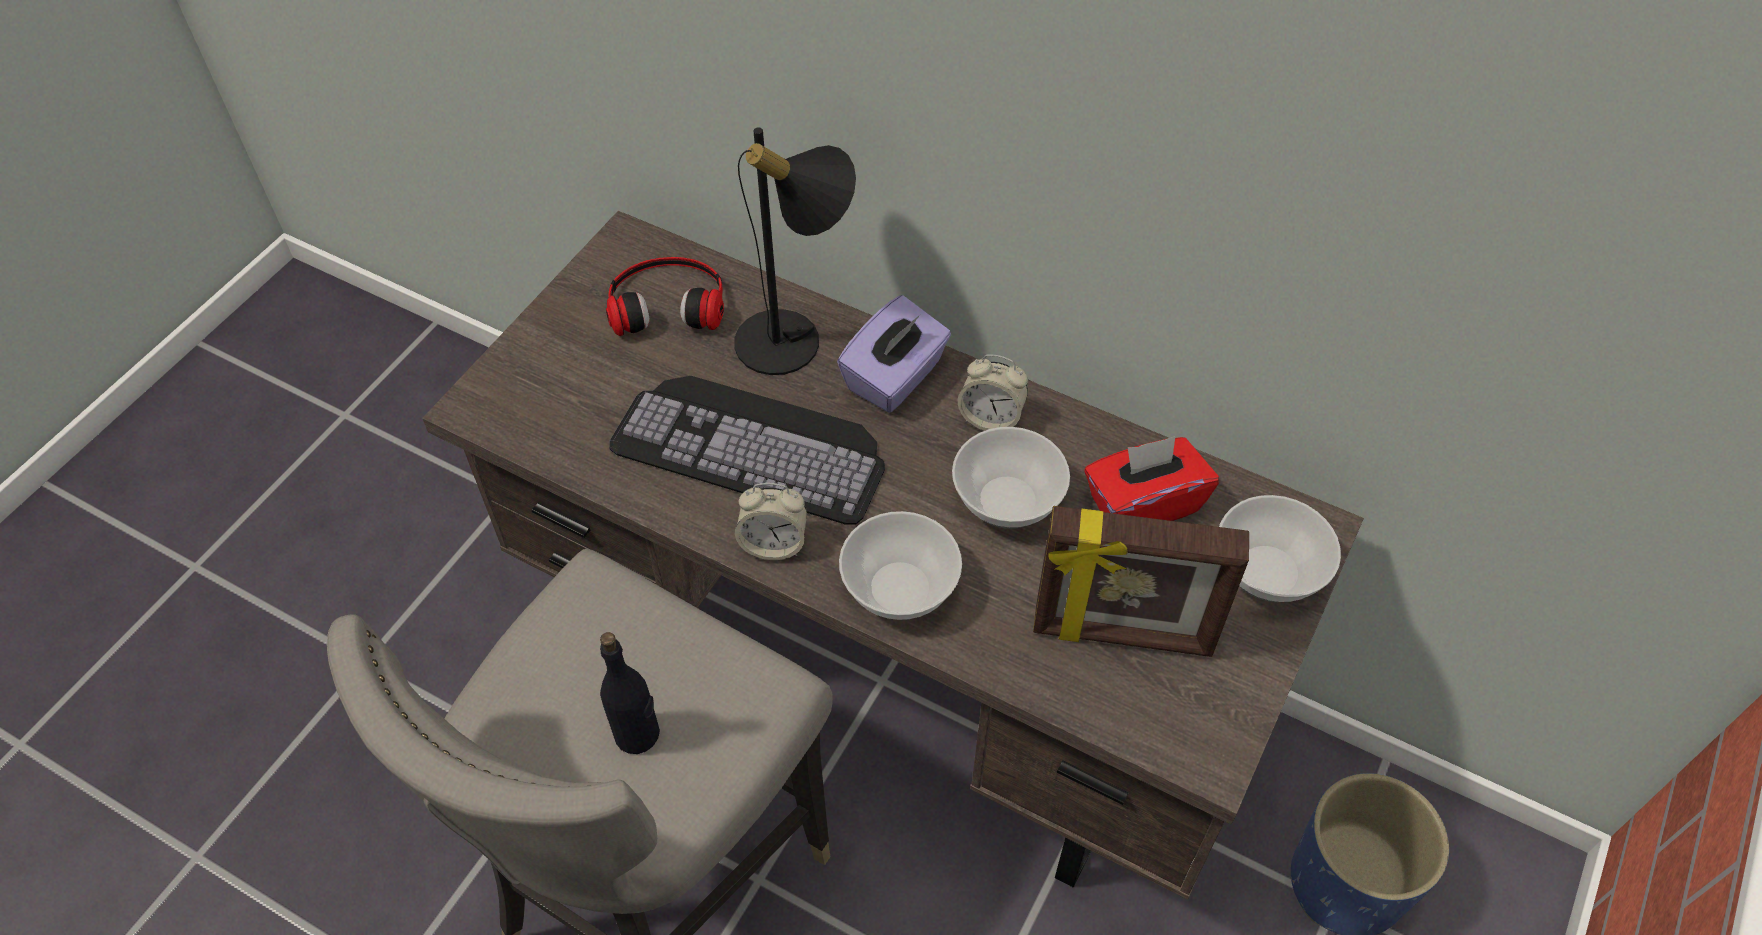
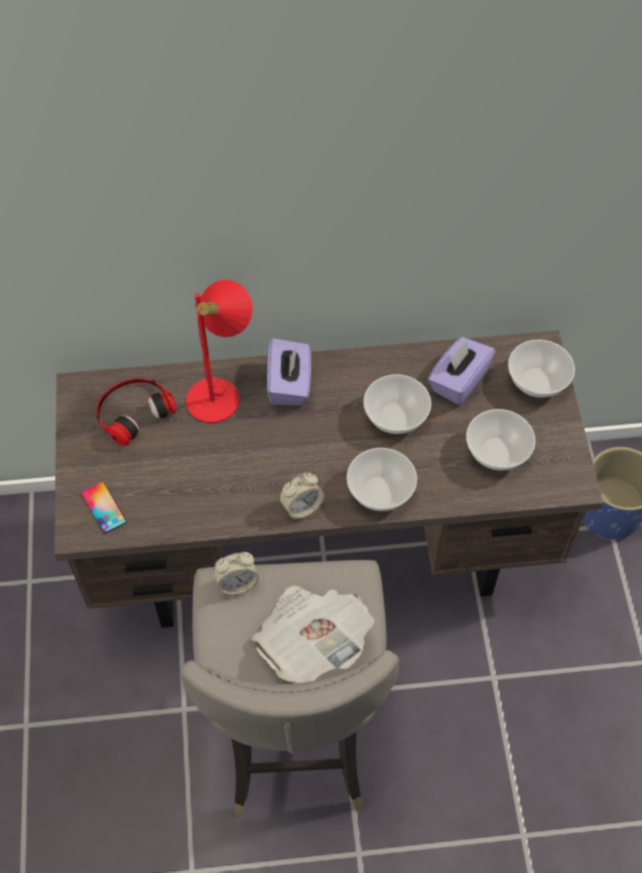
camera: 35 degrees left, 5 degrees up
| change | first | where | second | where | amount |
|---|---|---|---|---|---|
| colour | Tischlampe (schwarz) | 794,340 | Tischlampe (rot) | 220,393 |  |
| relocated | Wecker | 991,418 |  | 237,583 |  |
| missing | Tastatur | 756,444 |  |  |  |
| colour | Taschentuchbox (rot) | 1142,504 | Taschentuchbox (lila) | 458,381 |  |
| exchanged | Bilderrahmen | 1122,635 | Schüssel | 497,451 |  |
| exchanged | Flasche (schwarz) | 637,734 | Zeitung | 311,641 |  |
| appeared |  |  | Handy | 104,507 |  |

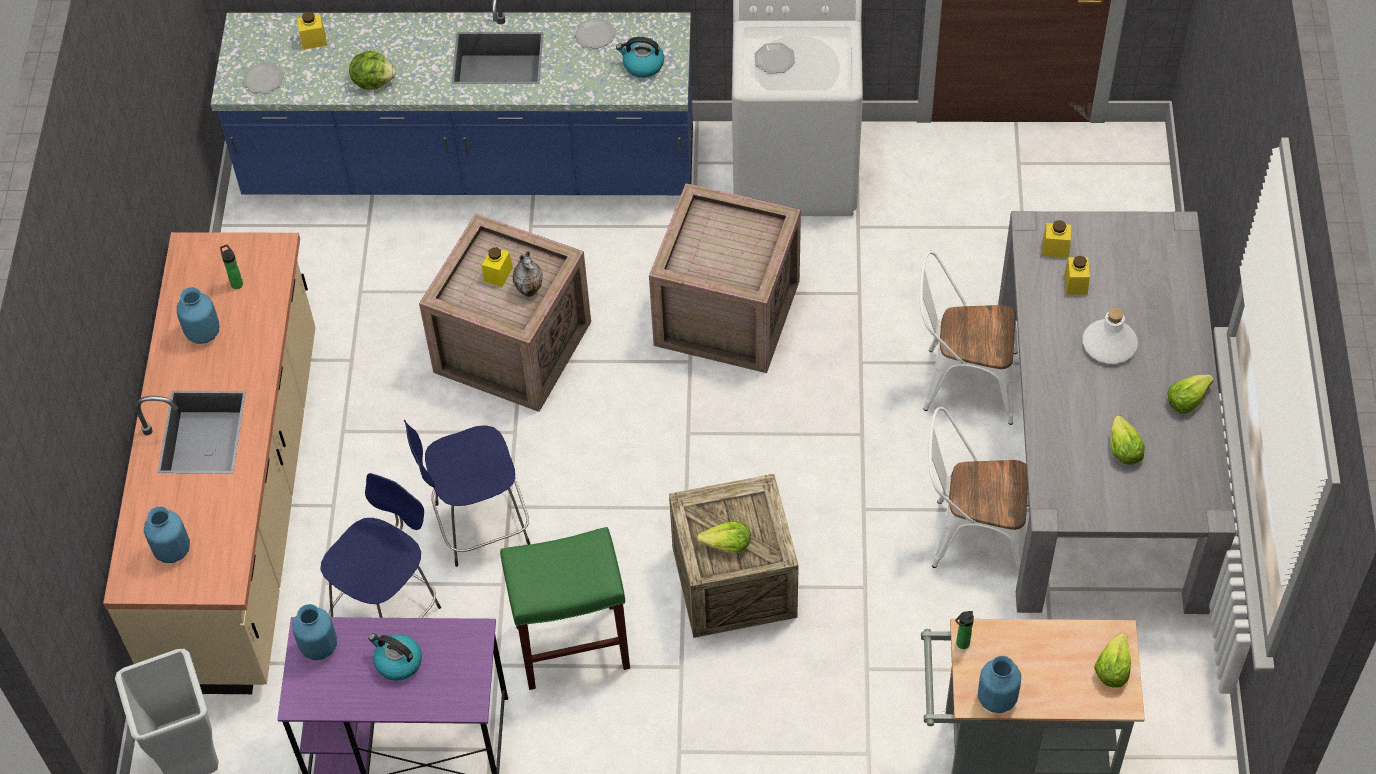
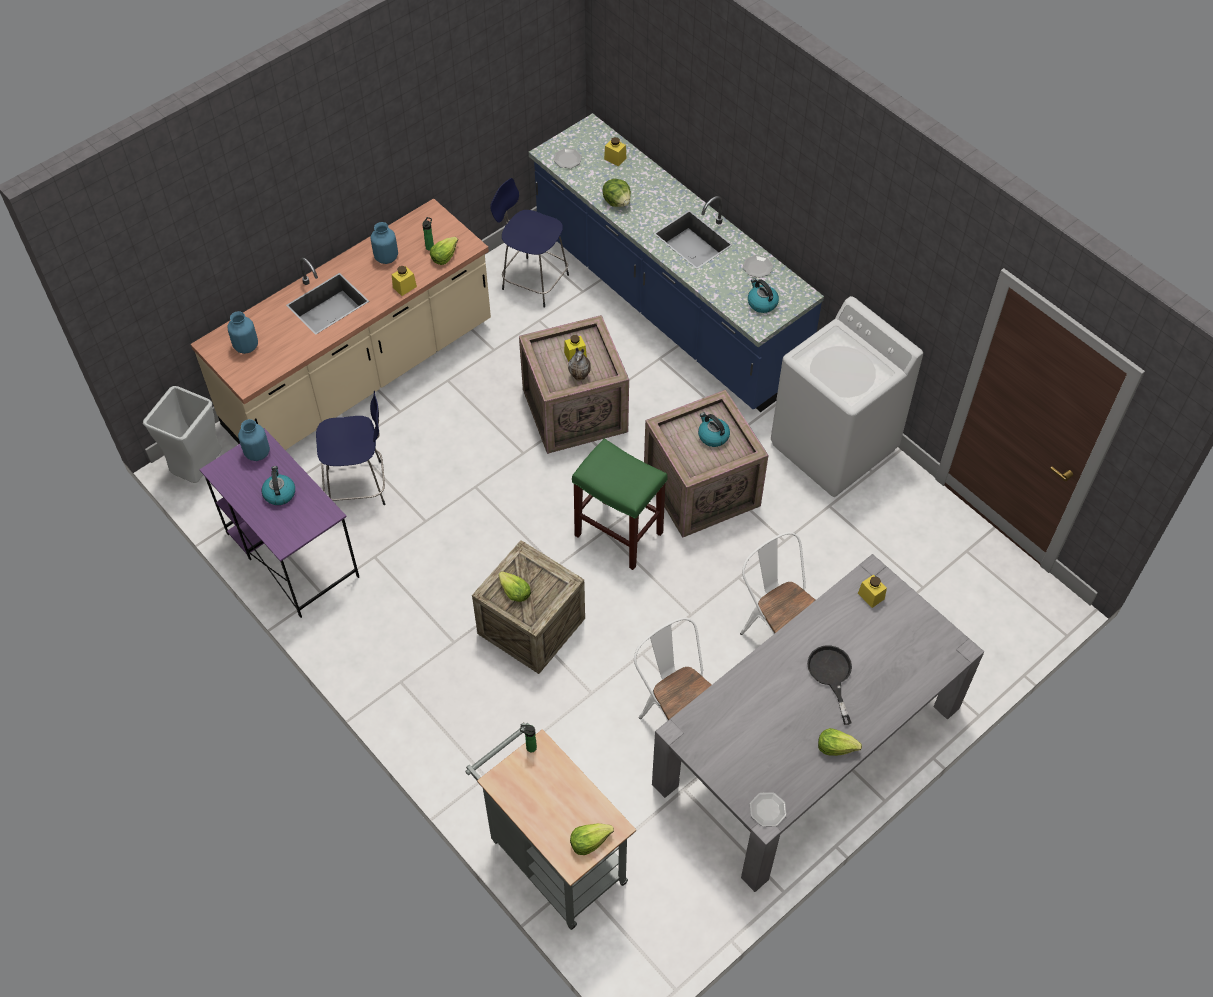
camera: 45 degrees right, 0 degrees up
| change | first | where | second | where | amount |
|---|---|---|---|---|---|
| relocated | Teller | 774,59 |  | 767,809 |  |
| relocated | Vorratsglas (gelb) | 1076,283 |  | 404,287 |  |
| exchanged | Flasche (weiß) | 1109,344 | Pfanne (schwarz) | 831,675 |  |
| relocated | Salatkopf | 1123,449 |  | 444,256 |  |
| relocated | Hocker (blau) | 478,525 |  | 533,281 |  |
| relocated | Hocker (grün) | 573,644 |  | 620,534 |  |
| missing | Vase (blau) | 996,698 |  |  |  |
| appeared |  |  | Wasserkessel | 712,436 |  |

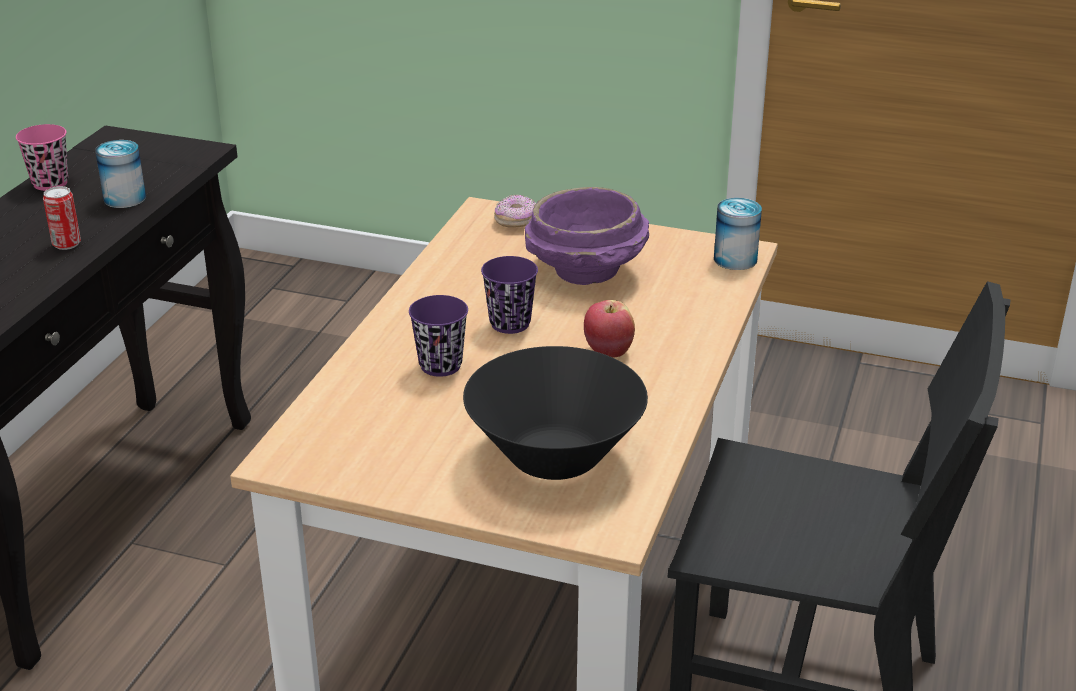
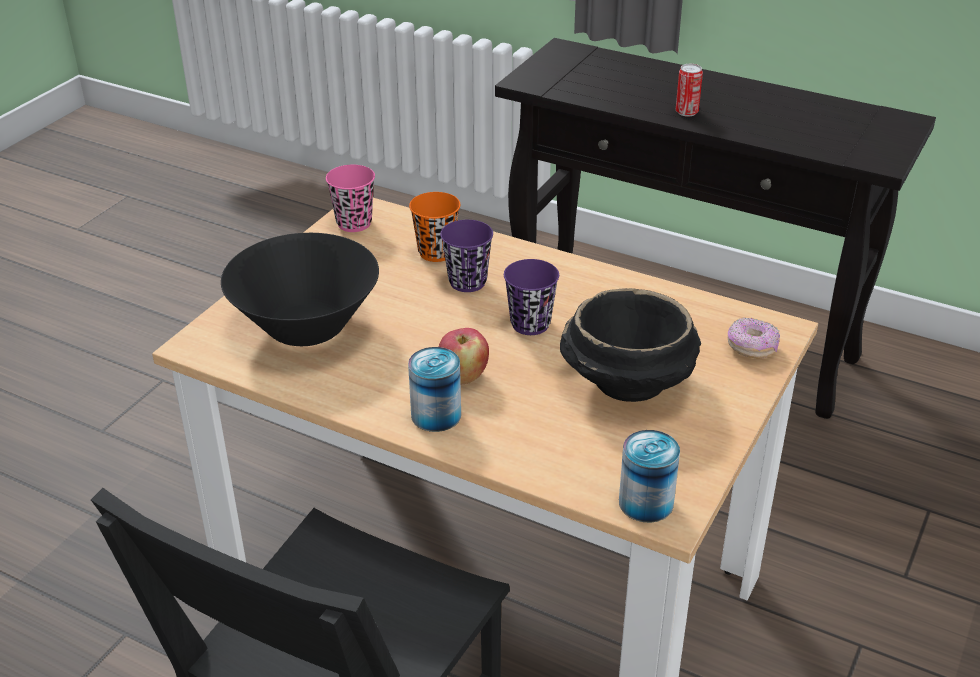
camera: 100 degrees right, 5 degrees up
| change | first | where | second | where | amount |
|---|---|---|---|---|---|
| relocated | Tasse (rosa) | 50,183 |  | 354,223 |  |
| relocated | Dose | 125,198 |  | 436,415 |  |
| colour | Schüssel (lila) | 586,272 | Schüssel (schwarz) | 627,383 |  |
| appeared |  |  | Tasse (orange) | 436,252 |  |

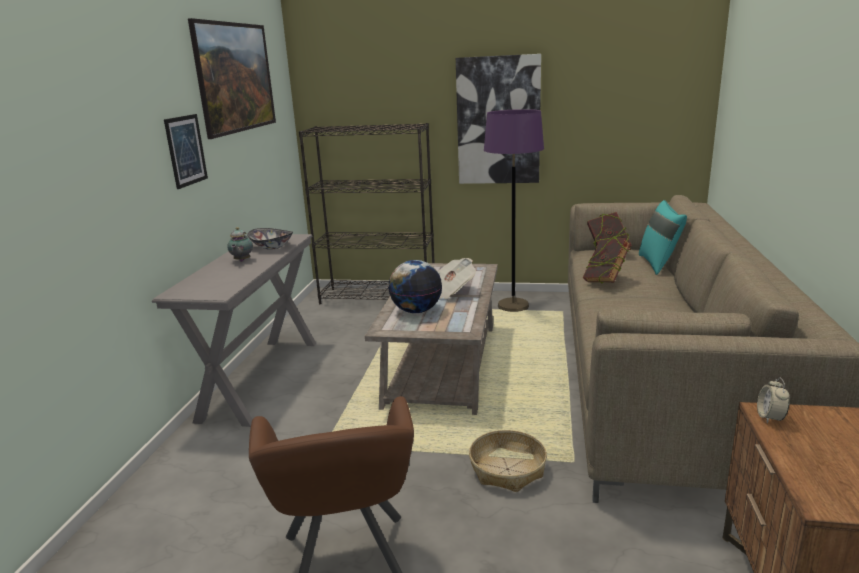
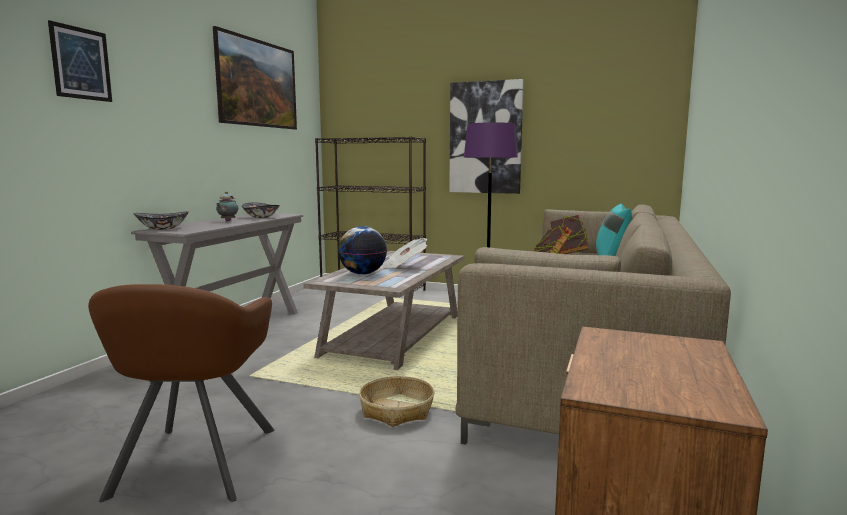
camera: 10 degrees right, 10 degrees down
| change | first | where | second | where | amount |
|---|---|---|---|---|---|
| relocated | Bild | 186,150 |  | 81,63 |  |
| missing | Wecker | 770,417 |  |  |  |
| appeared |  |  | Schüssel | 163,228 |  |

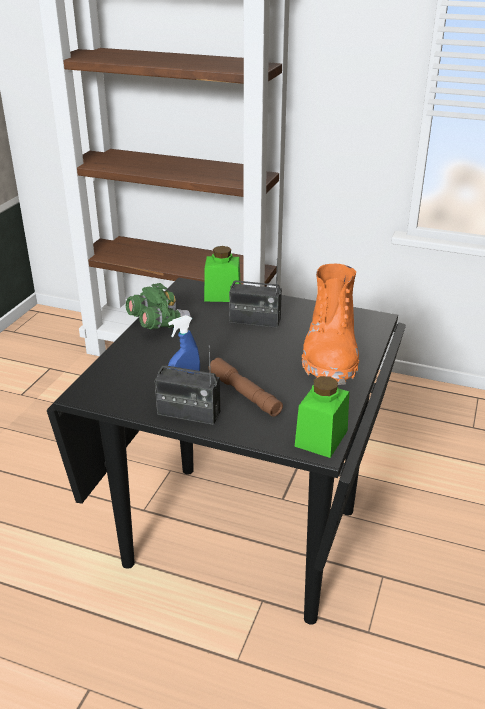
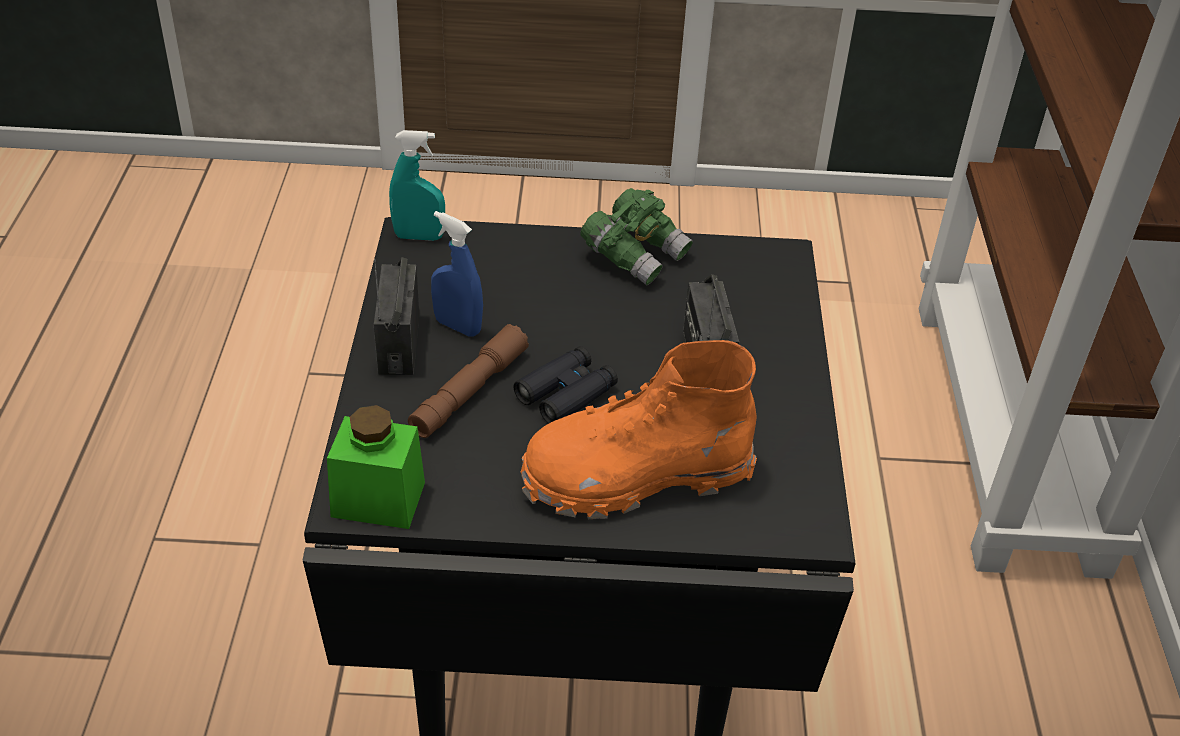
camera: 70 degrees right, 10 degrees up
| change | first | where | second | where | amount |
|---|---|---|---|---|---|
| missing | Vorratsglas (grün) | 222,295 |  |  |  |
| appeared |  |  | Sprühflasche (türkis) | 419,236 |  |
| appeared |  |  | Fernglas (schwarz) | 566,393 |  |

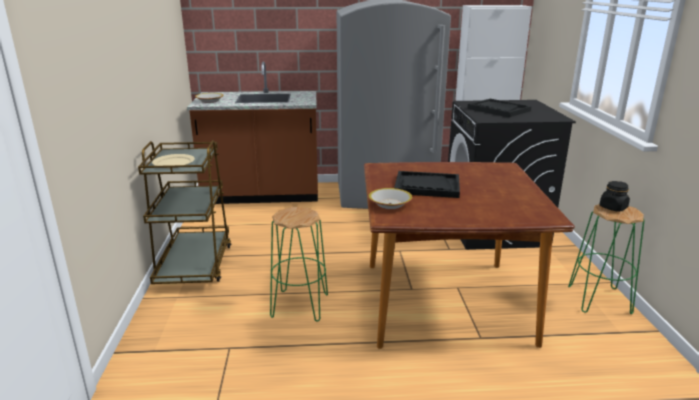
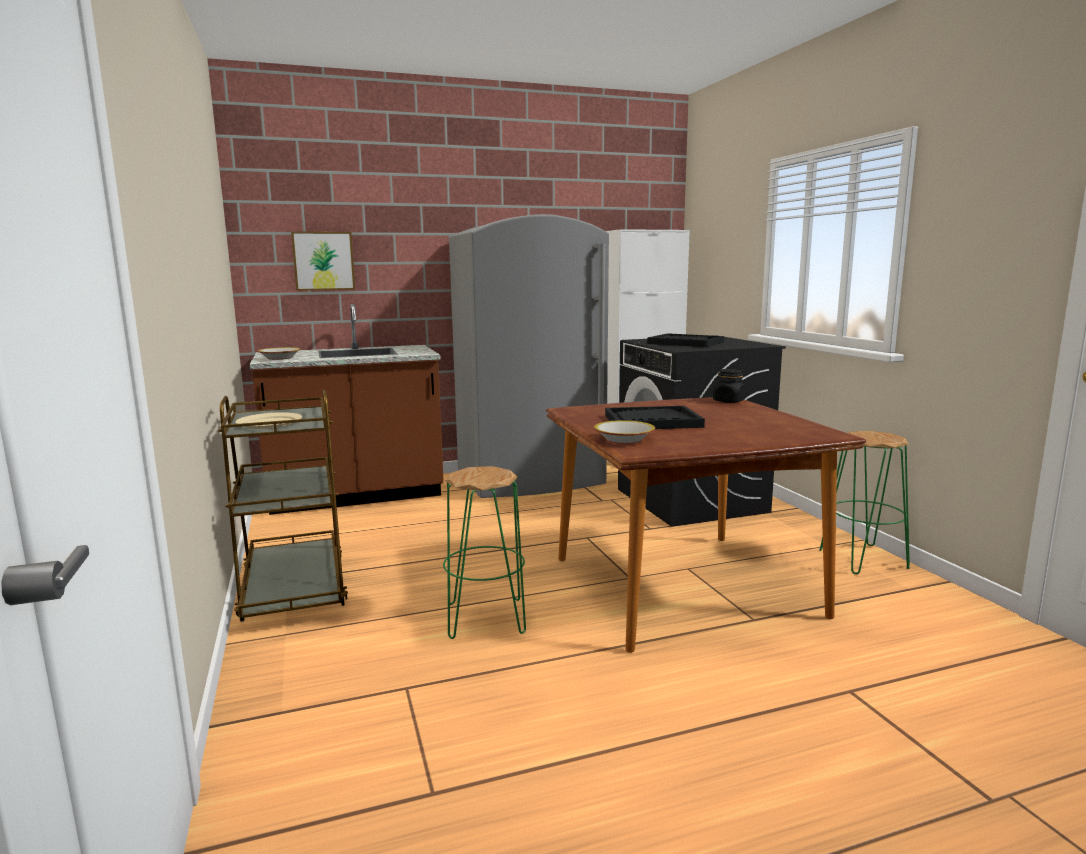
camera: 15 degrees left, 10 degrees down
| change | first | where | second | where | amount |
|---|---|---|---|---|---|
| relocated | Vorratsglas (schwarz) | 613,208 |  | 728,401 |  |
| appeared |  |  | Bild | 323,261 |  |

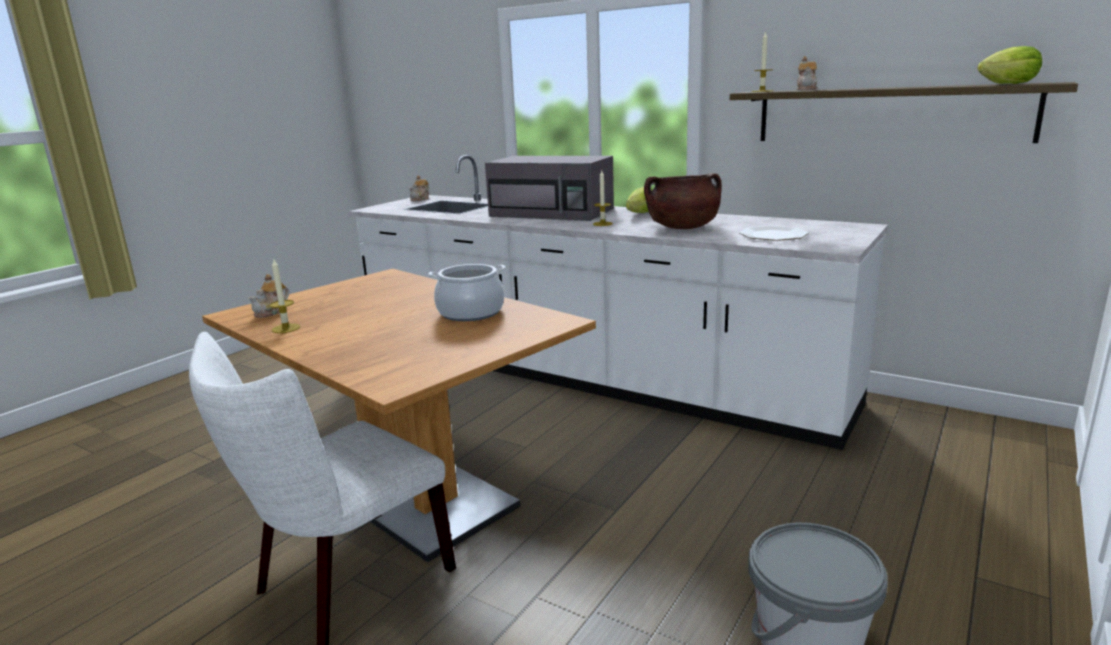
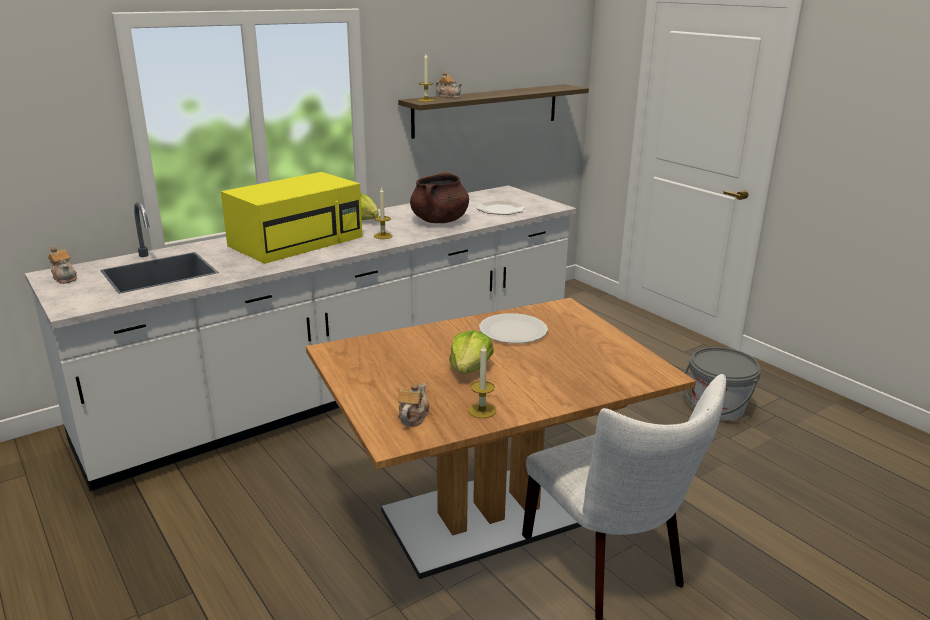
camera: 70 degrees left, 5 degrees up
| change | first | where | second | where | amount |
|---|---|---|---|---|---|
| relocated | Salatkopf | 1008,84 |  | 470,369 |  |
| colour | Mikrowelle (grau) | 553,213 | Mikrowelle (gelb) | 298,241 |  |
| exchanged | Kochtopf | 470,313 | Teller (weiß) | 513,330 |  |
| spun | Teekanne | 272,312 |  | 413,417 | 120 degrees counterclockwise |

